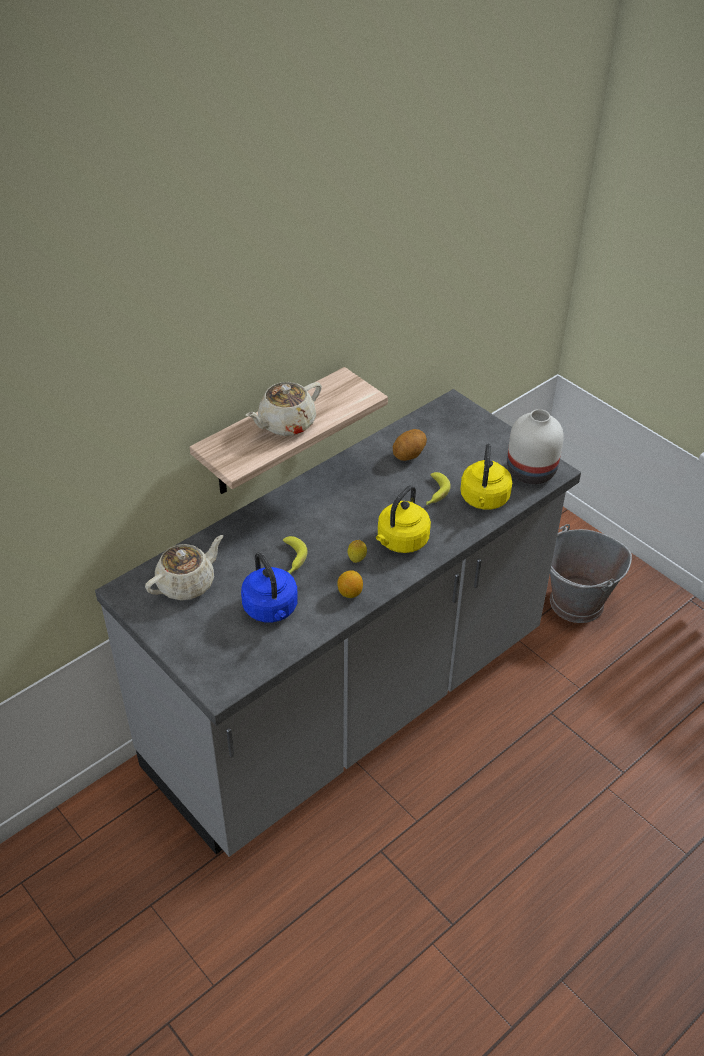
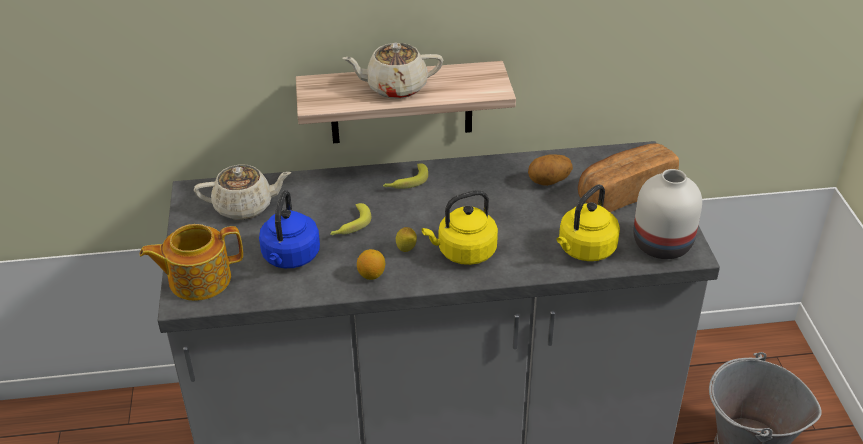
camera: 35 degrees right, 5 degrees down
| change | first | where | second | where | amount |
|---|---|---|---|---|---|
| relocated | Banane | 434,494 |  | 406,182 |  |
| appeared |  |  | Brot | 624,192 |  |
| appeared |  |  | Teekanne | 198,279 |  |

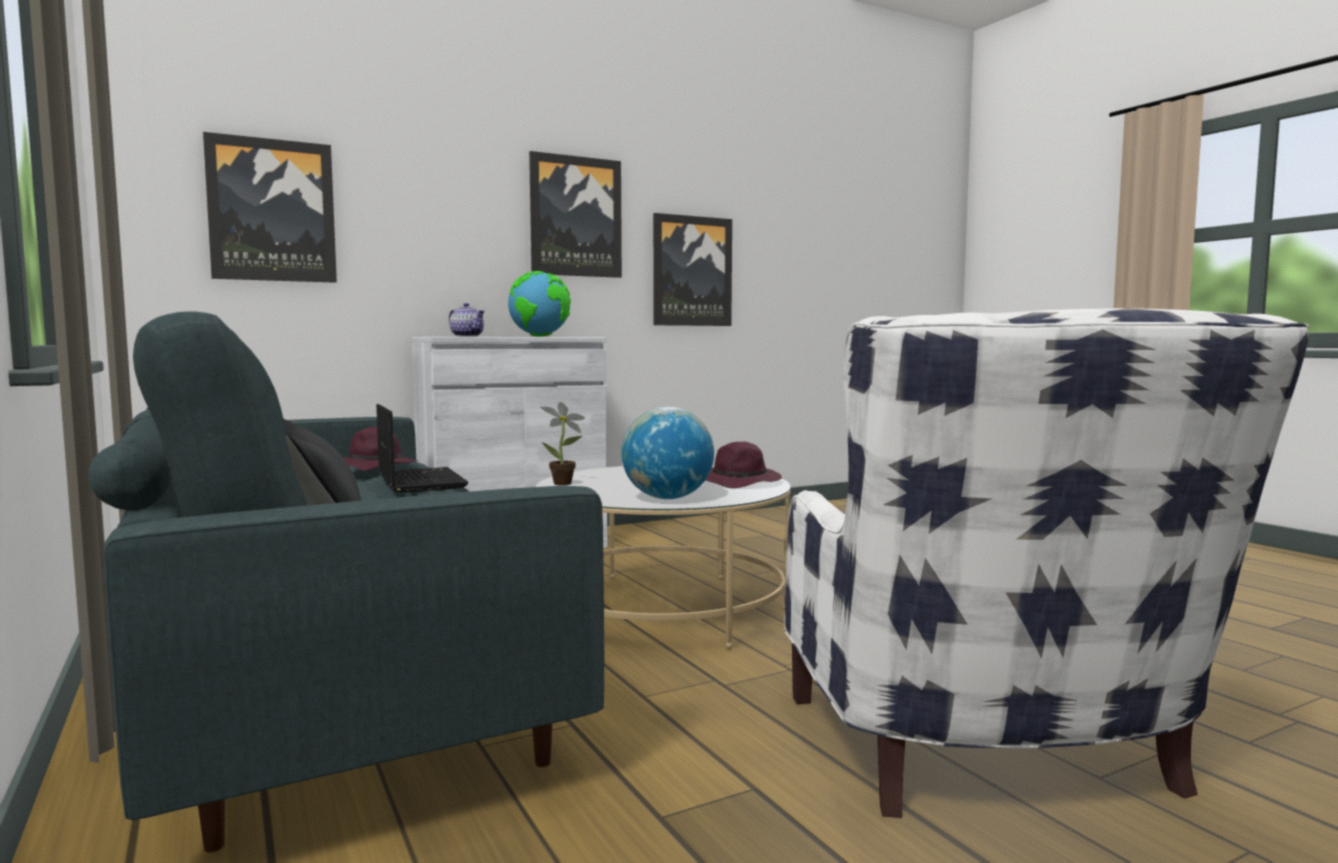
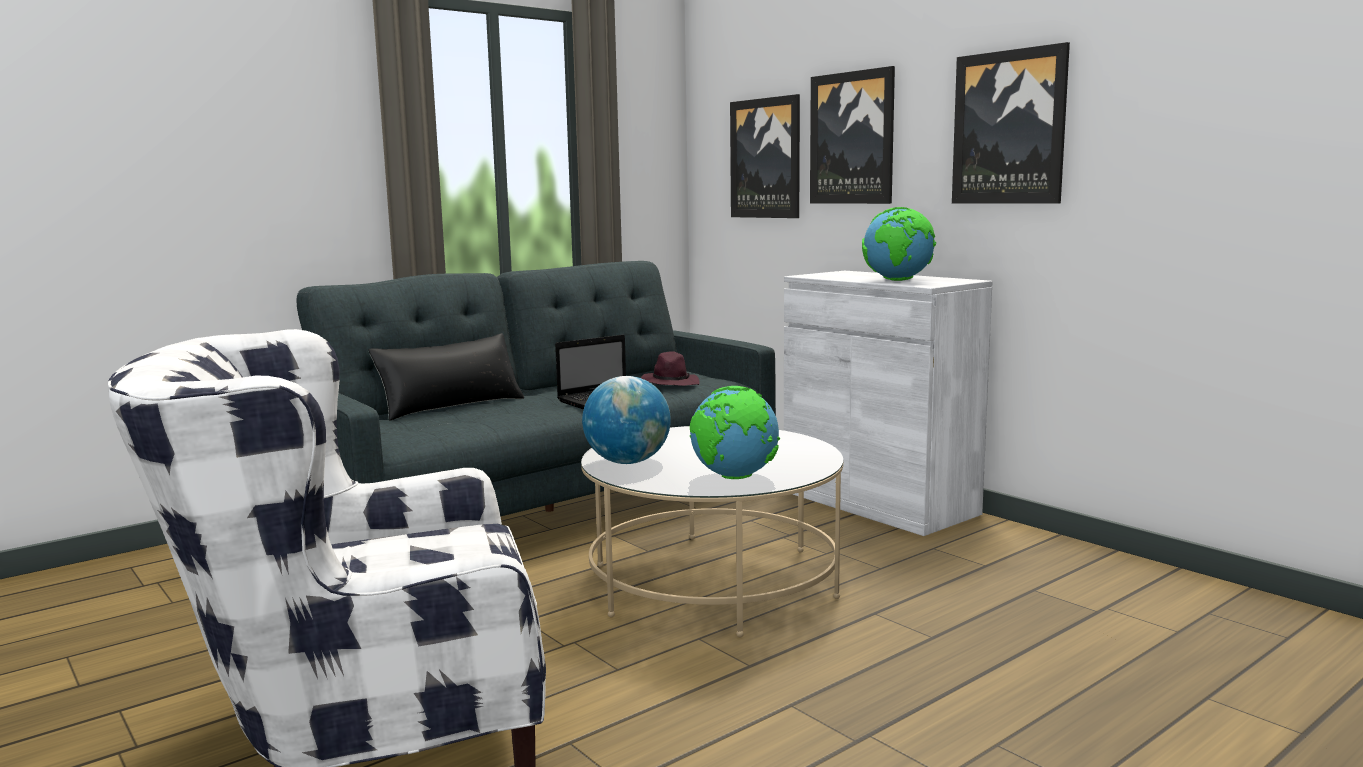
camera: 80 degrees right, 5 degrees up
| change | first | where | second | where | amount |
|---|---|---|---|---|---|
| relocated | Bild | 691,271 |  | 852,138 |  |
| missing | Teekanne | 468,336 |  |  |  |
| missing | Topfpflanze | 565,484 |  |  |  |
| exchanged | Hut (lila) | 740,482 | Globus | 734,477 |  |

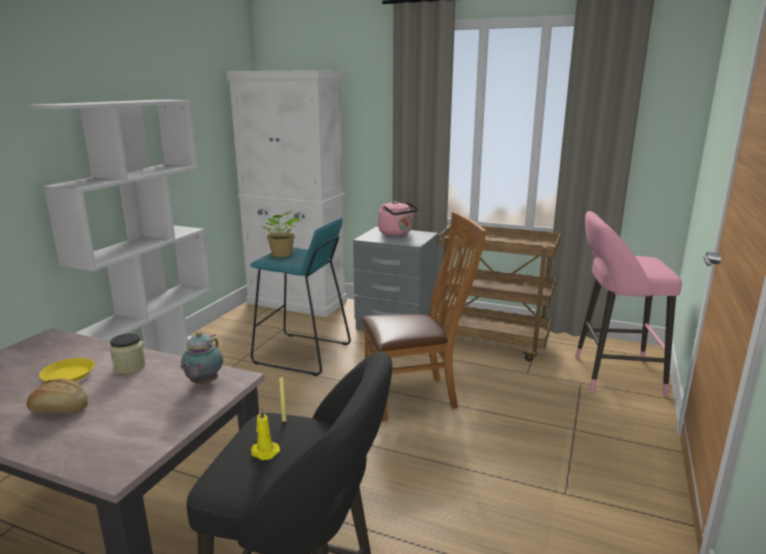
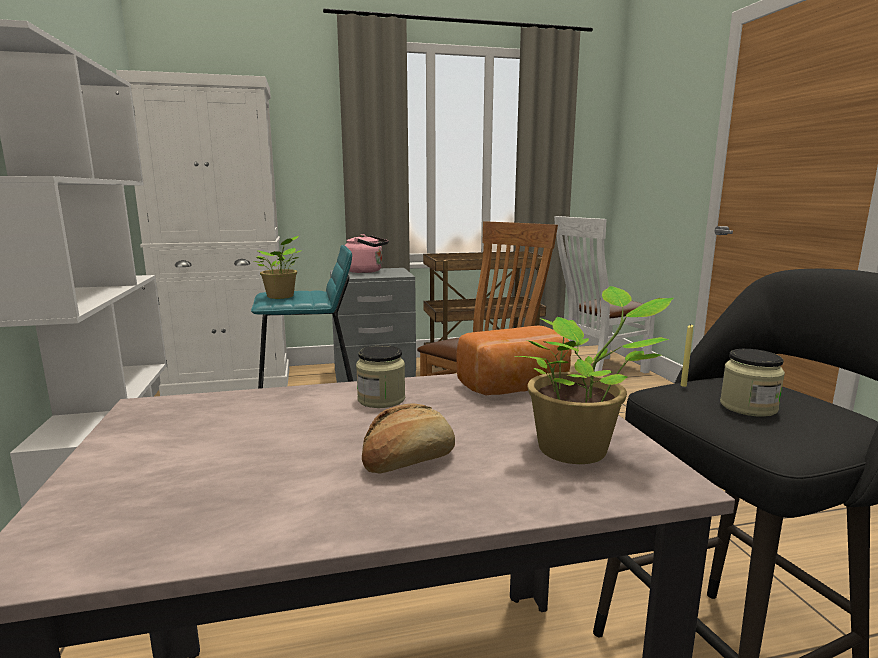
camera: 35 degrees left, 5 degrees down
| change | first | where | second | where | amount |
|---|---|---|---|---|---|
| exchanged | Hocker (rosa) | 611,374 | Stuhl (weiß) | 598,369 |  |
| exchanged | Teekanne | 203,383 | Brot | 516,387 |  |
| missing | Teller (gelb) | 68,375 |  |  |  |
| exchanged | Kerze (gelb) | 264,452 | Vorratsglas | 748,407 |  |
| appeared |  |  | Topfpflanze | 578,449 |  |

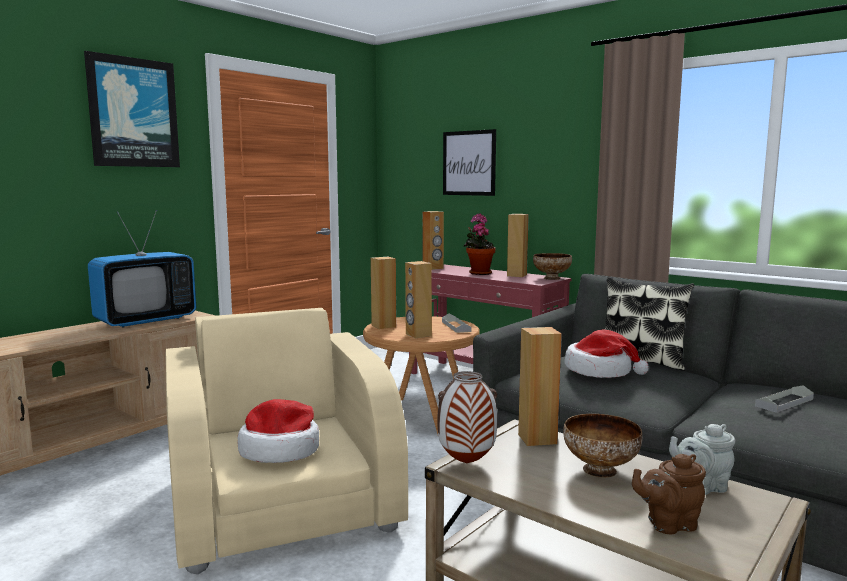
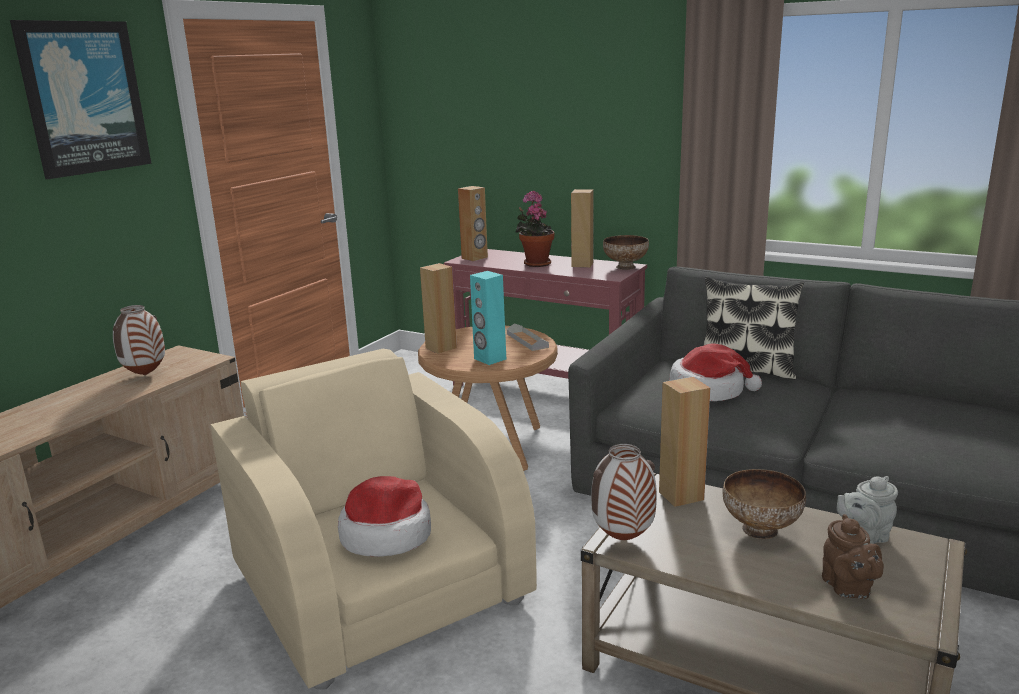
camera: 10 degrees left, 10 degrees up
| change | first | where | second | where | amount |
|---|---|---|---|---|---|
| missing | Bild | 469,163 |  |  |  |
| exchanged | Fernseher | 146,320 | Vase | 145,375 |  |
| colour | Lautsprecher (braun) | 418,335 | Lautsprecher (türkis) | 489,359 |  |
| missing | Tablett (grau) | 784,402 |  |  |  |
| spun | Teekanne (braun) | 668,524 |  | 848,588 | 75 degrees counterclockwise |

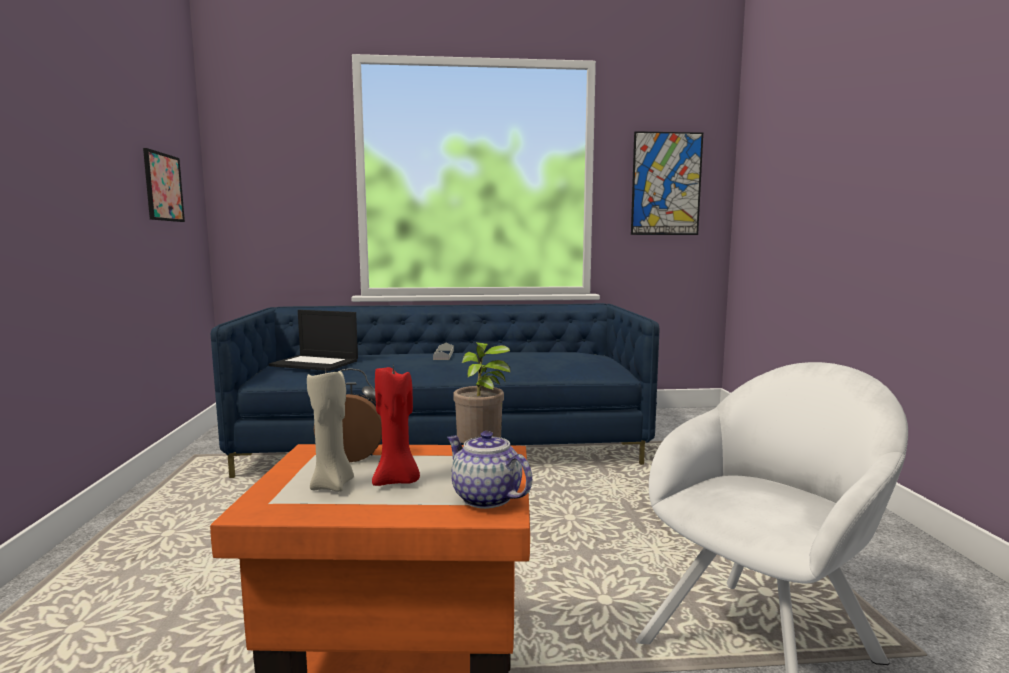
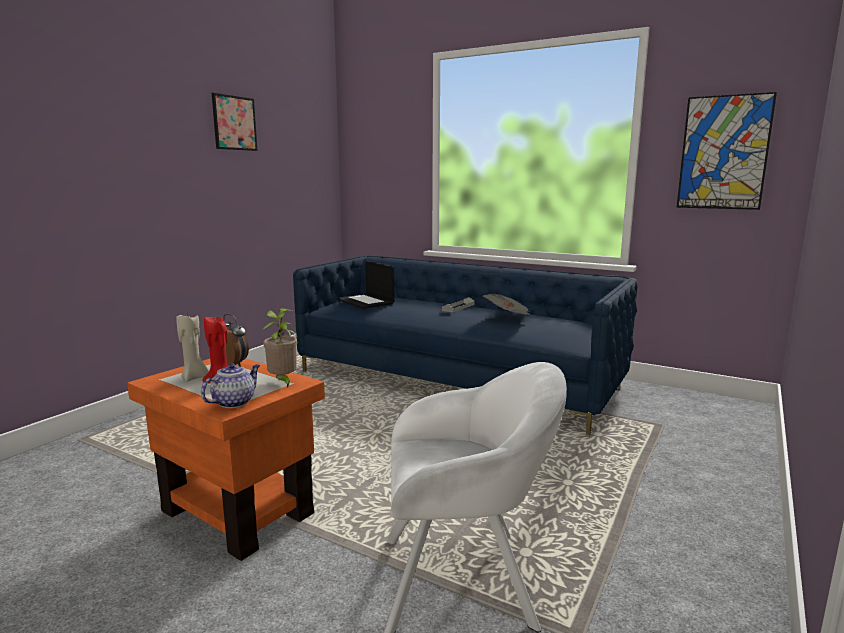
camera: 35 degrees right, 5 degrees up
| change | first | where | second | where | amount |
|---|---|---|---|---|---|
| relocated | Bild | 163,187 |  | 234,123 |  |
| spun | Teekanne | 485,498 |  | 234,402 | 45 degrees clockwise |
| appeared |  |  | Zeitung | 508,317 |  |

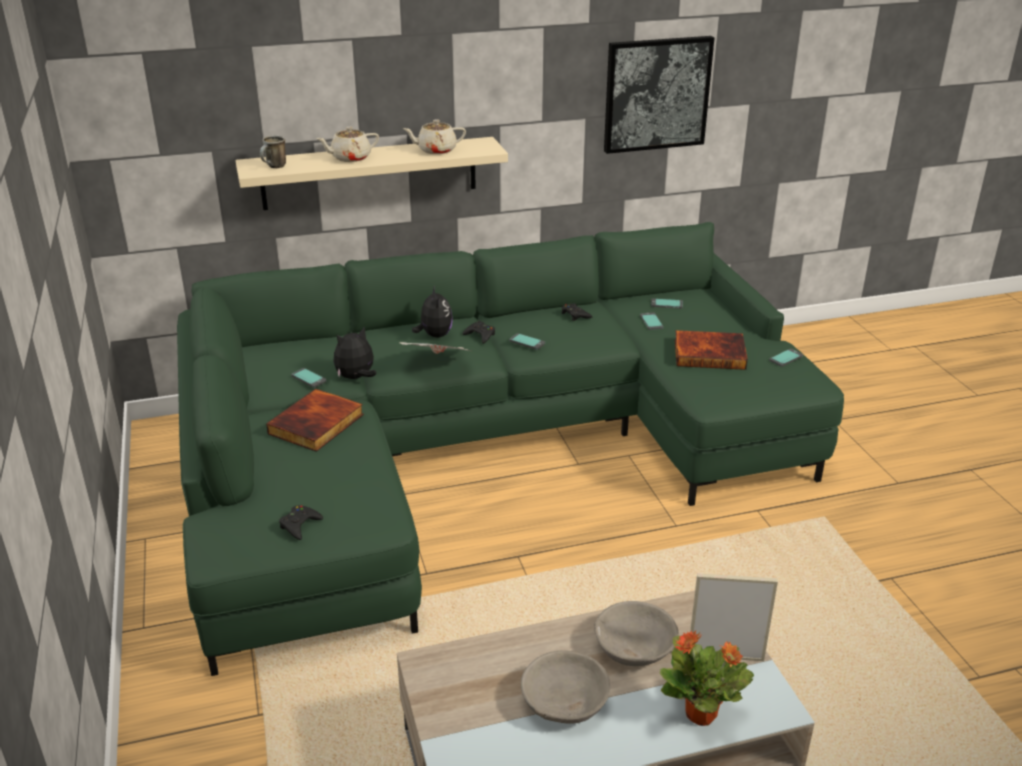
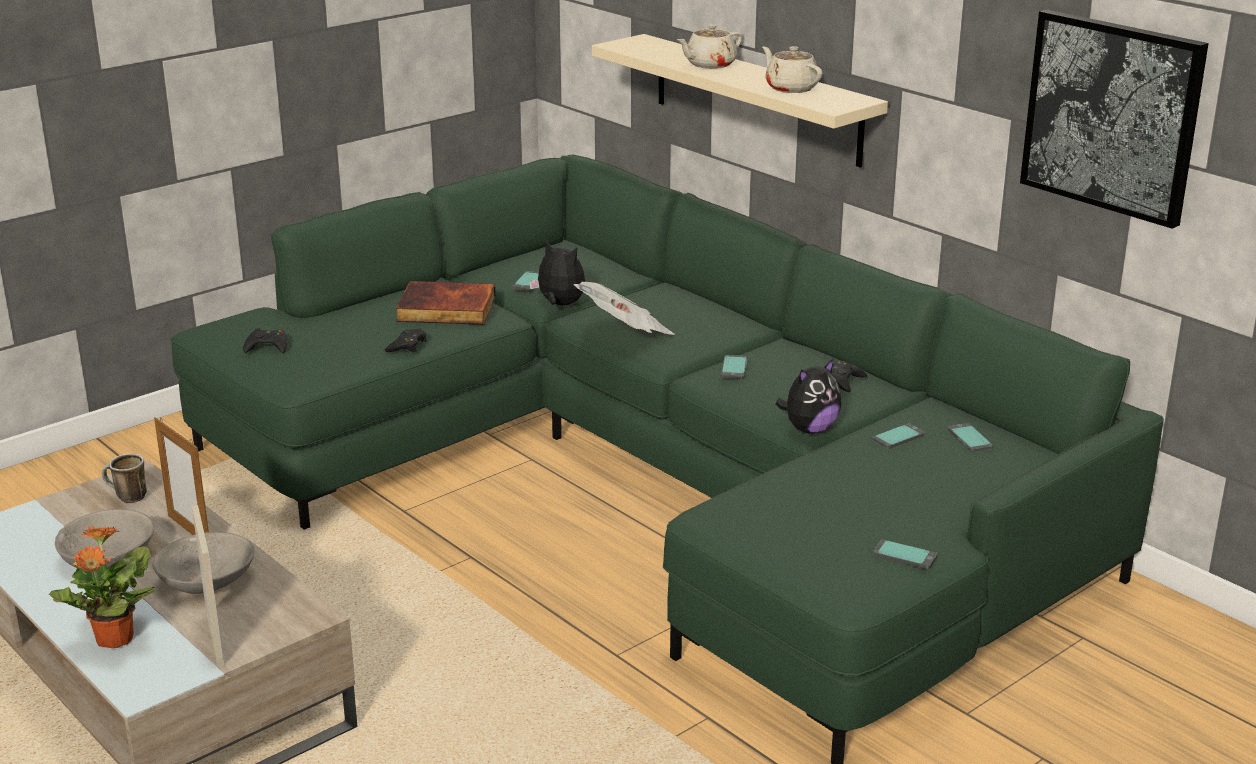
camera: 65 degrees right, 5 degrees down
| change | first | where | second | where | amount |
|---|---|---|---|---|---|
| spun | Teekanne (beige) | 350,158 |  | 709,65 | 75 degrees counterclockwise |
| relocated | Henkelbecher | 274,167 |  | 126,498 |  |
| relocated | Plüschtier | 434,335 |  | 809,429 |  |
| relocated | Gamepad (schwarz) | 480,335 |  | 407,346 |  |
| missing | Buch | 710,353 |  |  |  |
| appeared |  |  | Bilderrahmen | 189,531 |  |

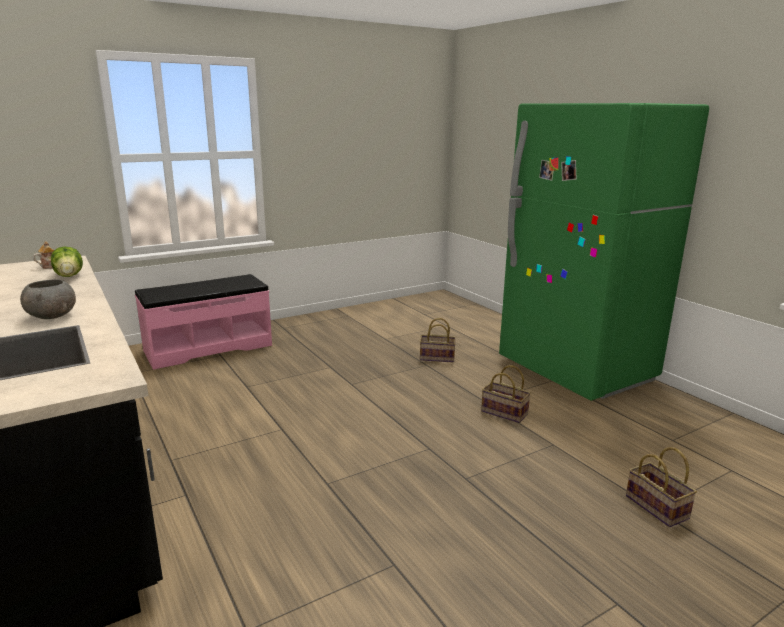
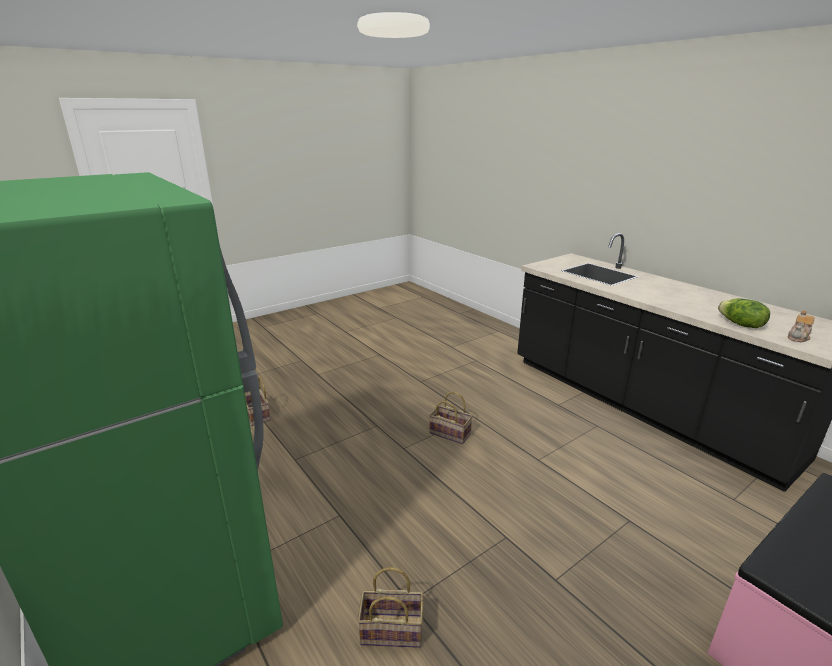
camera: 175 degrees right, 5 degrees up
| change | first | where | second | where | amount |
|---|---|---|---|---|---|
| missing | Schüssel (grau) | 52,316 |  |  |  |
| relocated | Korb | 503,413 |  | 451,433 |  |

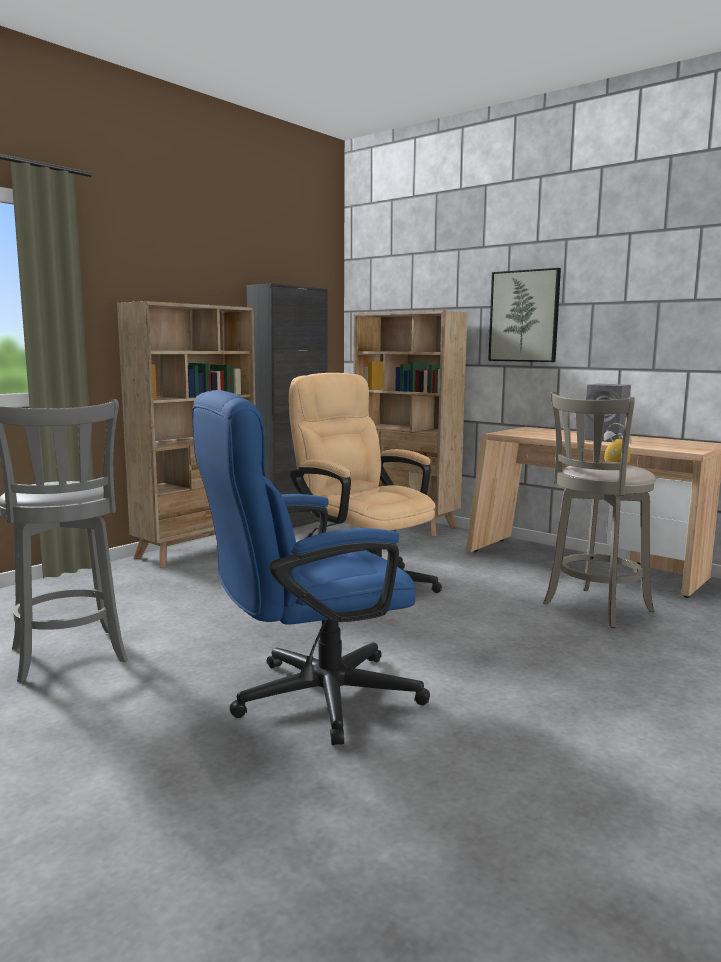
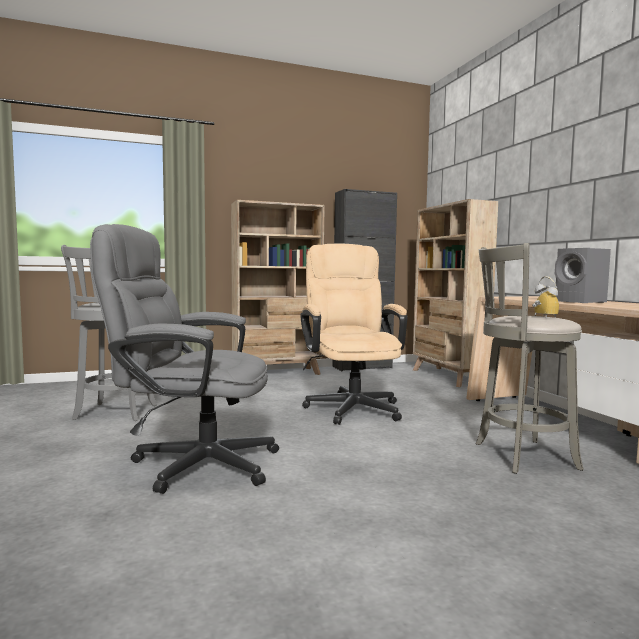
camera: 30 degrees right, 5 degrees down
| change | first | where | second | where | amount |
|---|---|---|---|---|---|
| missing | Bild | 524,316 |  |  |  |
| colour | Bürostuhl (blau) | 309,699 | Bürostuhl (grau) | 191,463 |  |

